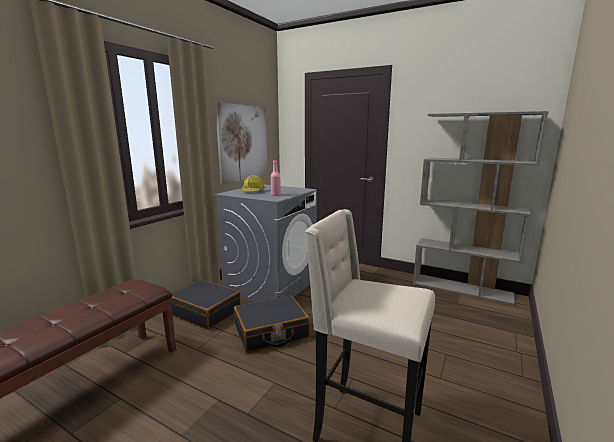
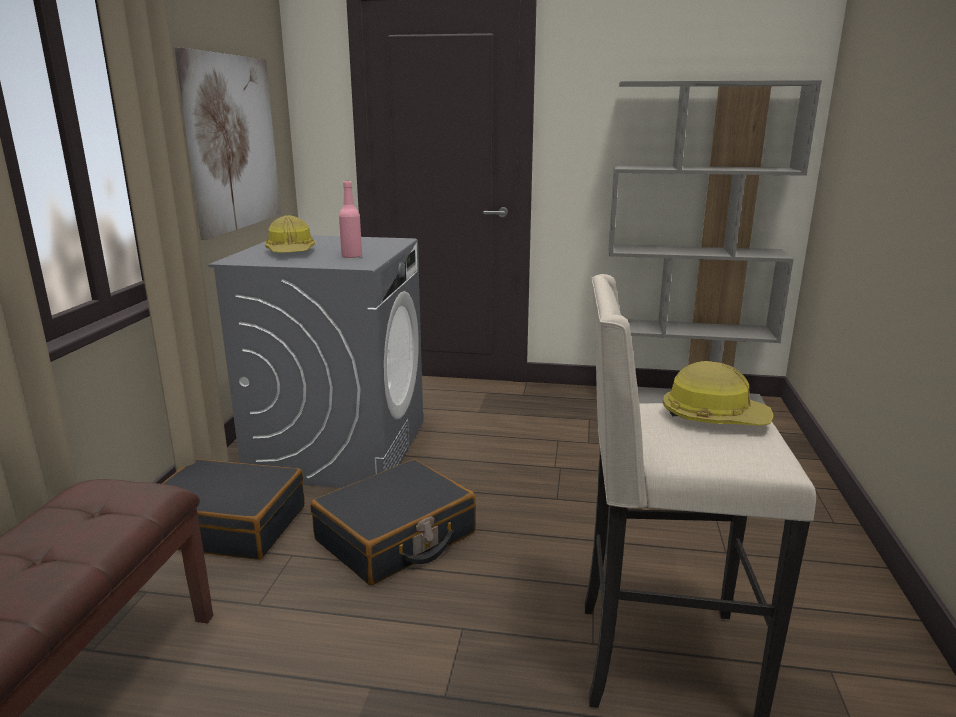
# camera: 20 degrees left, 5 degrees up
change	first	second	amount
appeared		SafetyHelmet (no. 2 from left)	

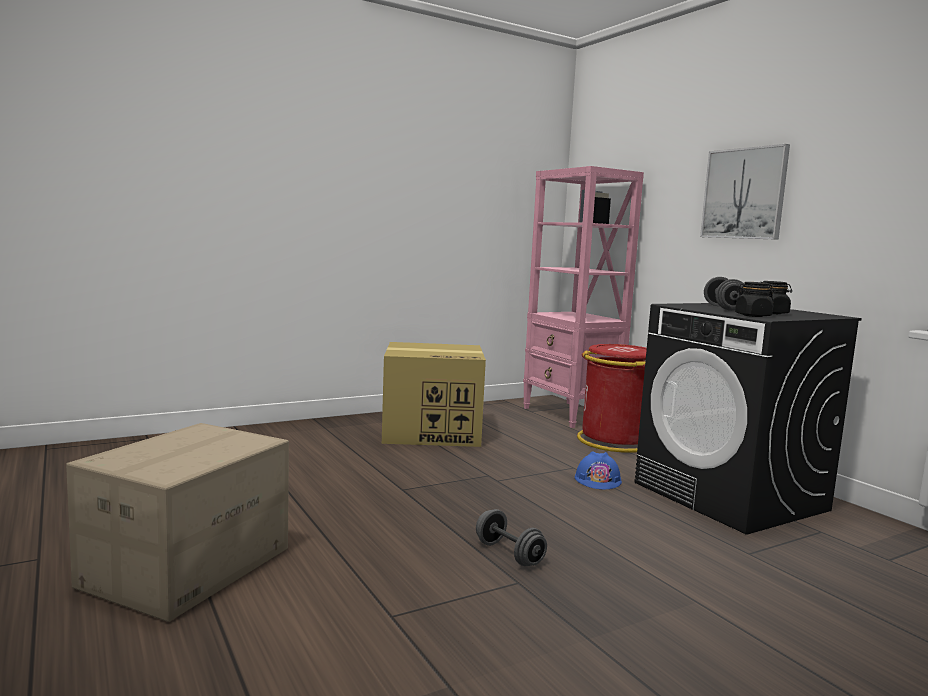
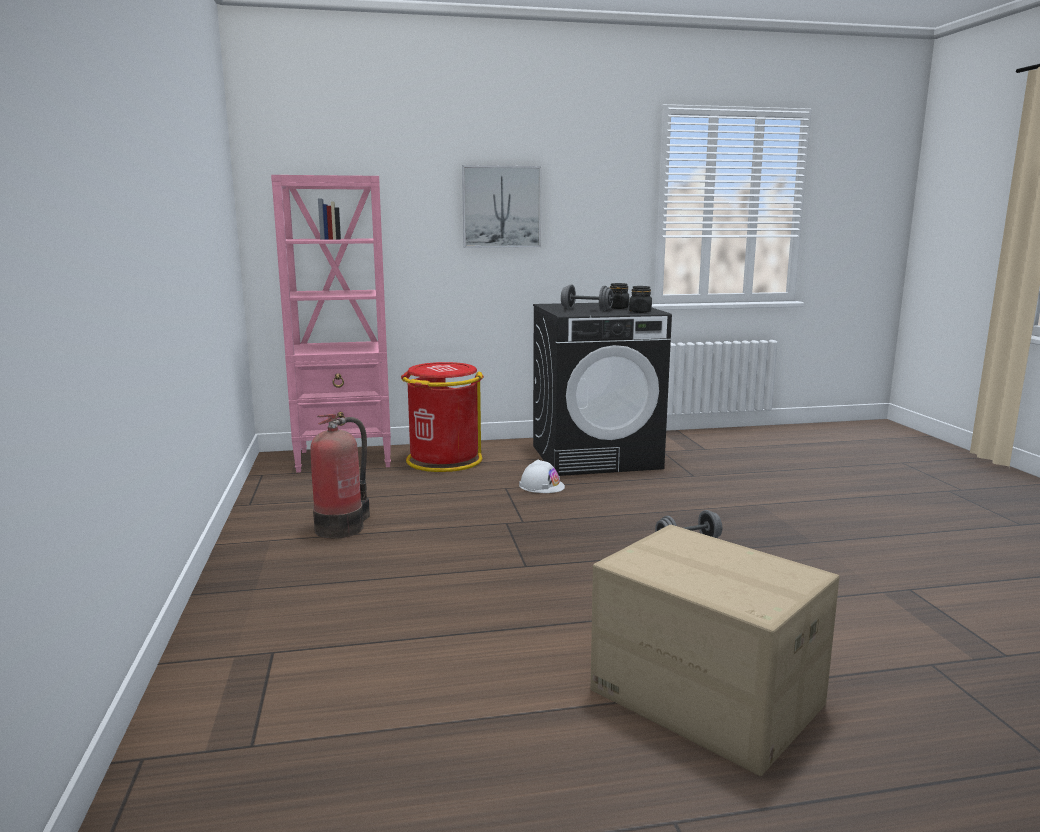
# camera: 70 degrees left, 5 degrees up
change	first	second	amount
exchanged	PackingBox (no. 2 from left)	Extinguisher	
colour	BluishSafetyHelmet	WhiteSafetyHelmet	

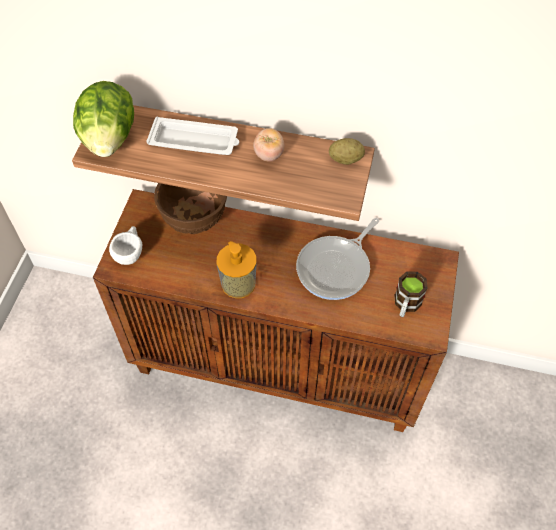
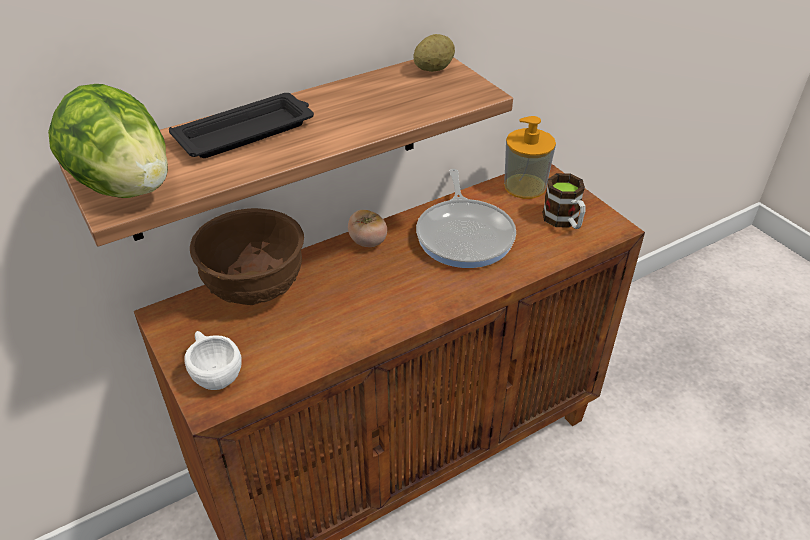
# camera: 45 degrees left, 15 degrees down
change	first	second	amount
colour	WhiteServingTray	BlackServingTray	
relocated	Tomato		
relocated	SoapBottle		

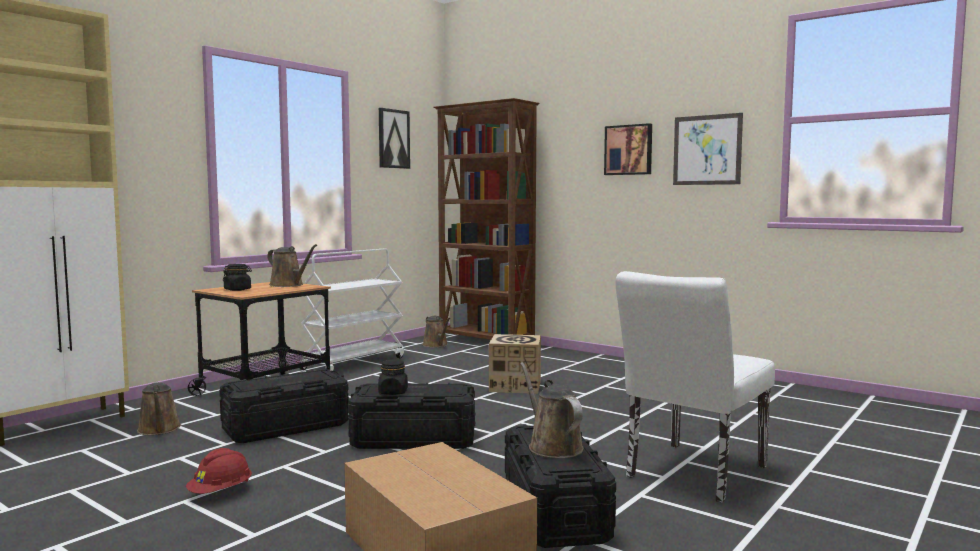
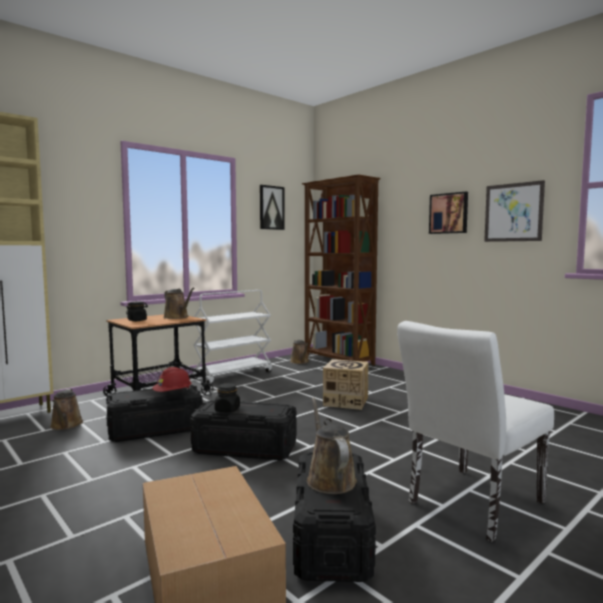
# camera: 10 degrees right, 0 degrees up
change	first	second	amount
relocated	ReddishSafetyHelmet		

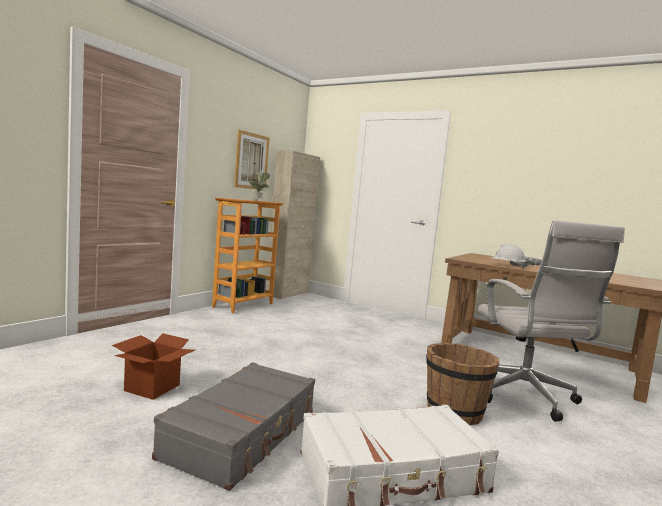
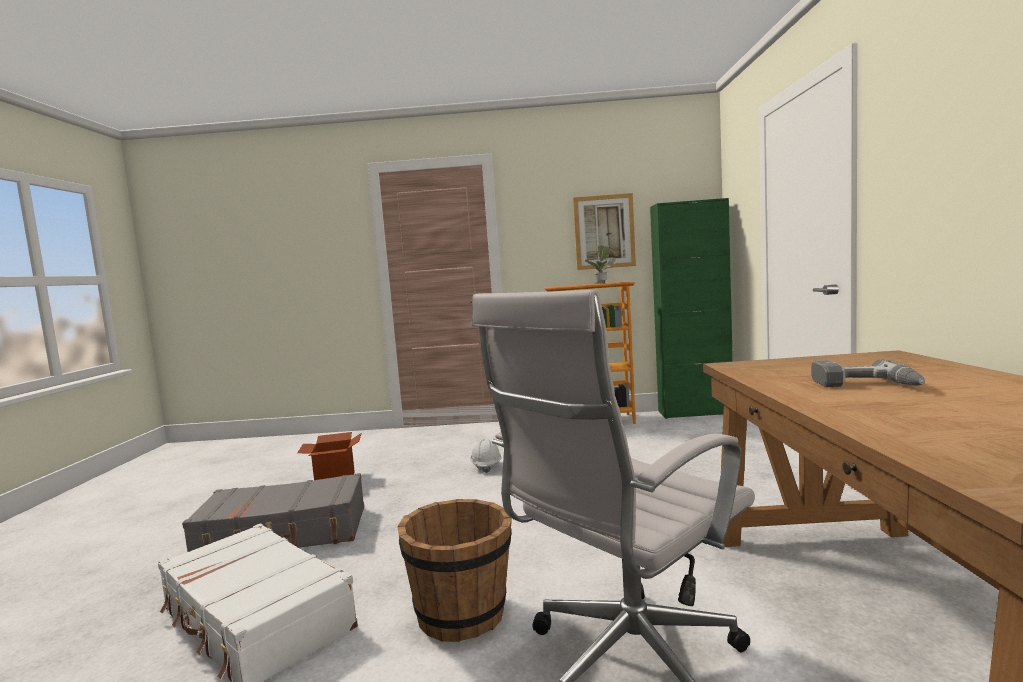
# camera: 60 degrees right, 0 degrees up
change	first	second	amount
colour	BeigeCupboard	GreenColouredCupboard	
relocated	WhiteSafetyHelmet		

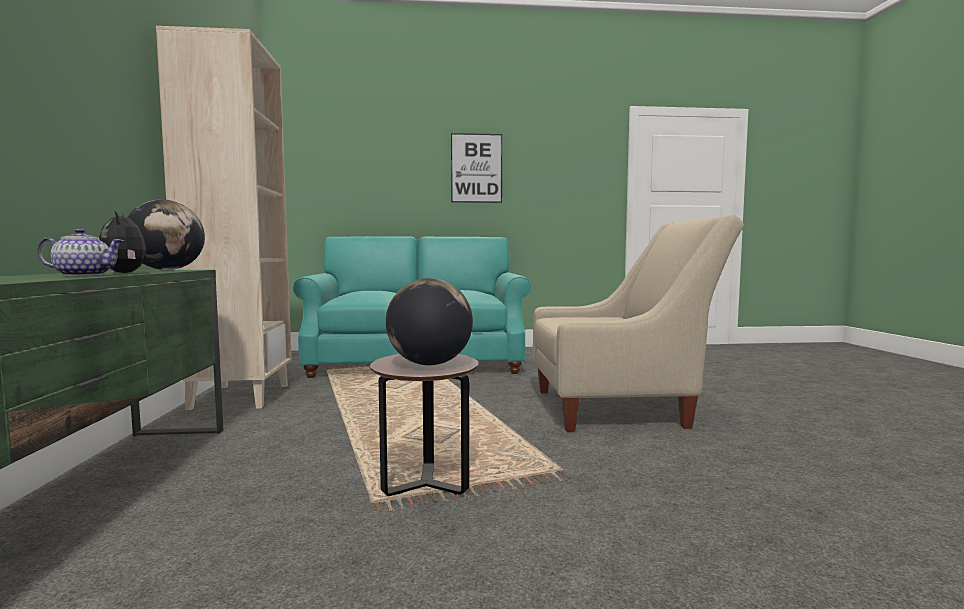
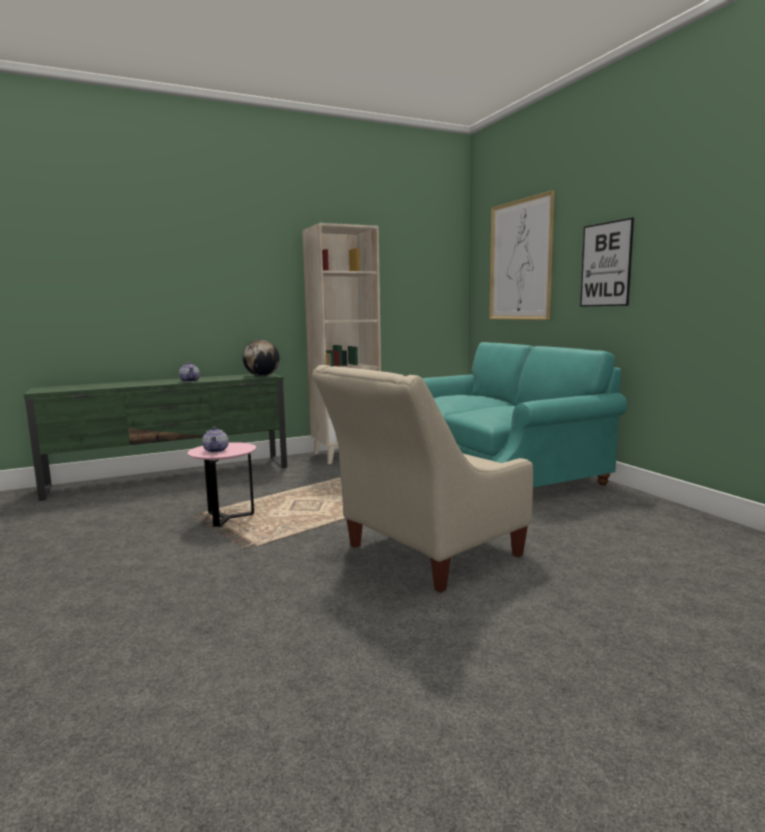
# camera: 70 degrees right, 5 degrees up
change	first	second	amount
missing	PlushToy		
spun	BeigeArmchair		75 degrees clockwise
exchanged	DeskGlobe (no. 2 from left)	PotForTea (no. 2 from left)	
colour	BrownColouredSideTable	PinkColouredSideTable	
appeared		WallPicture (no. 1 from left)	

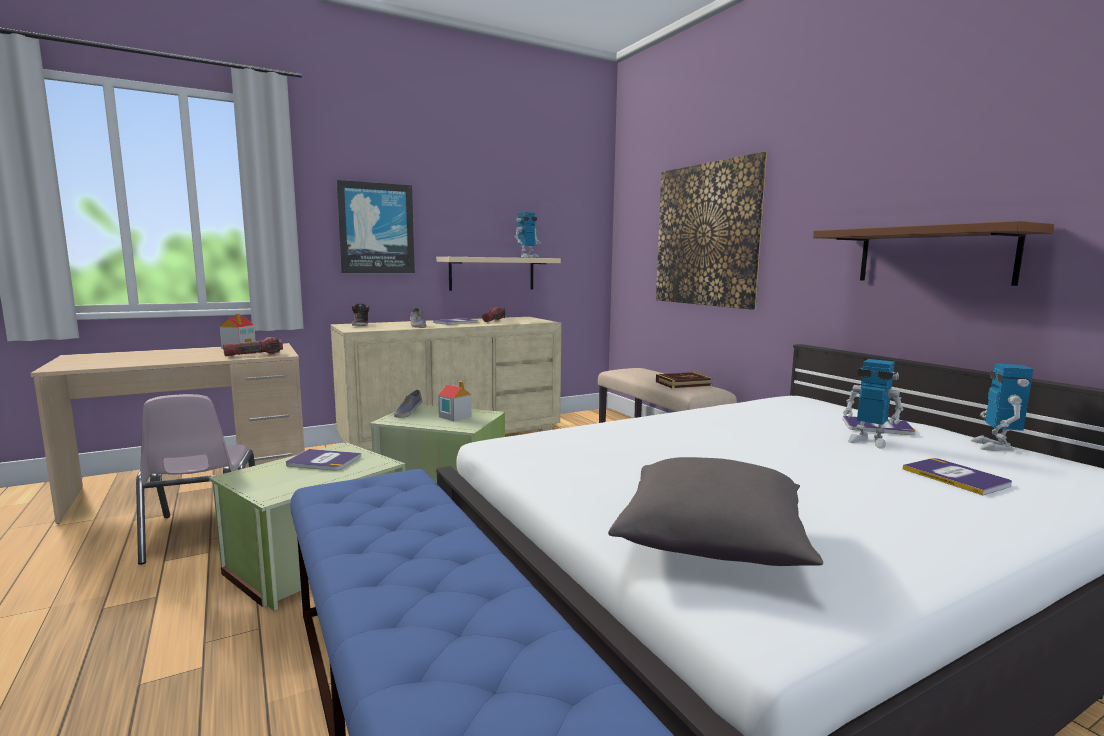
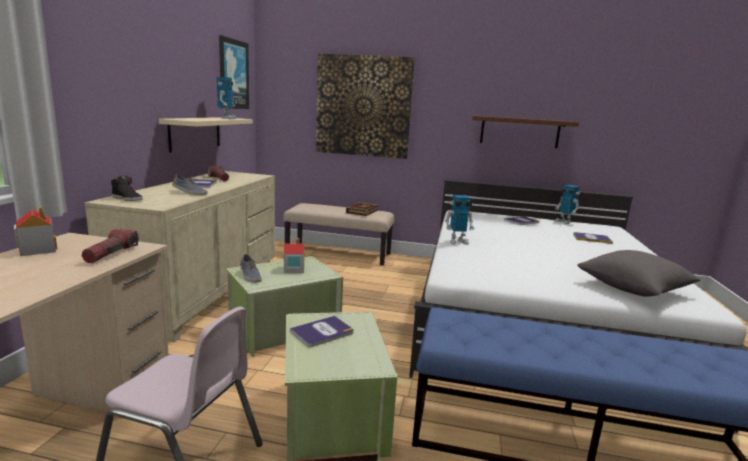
# camera: 50 degrees left, 5 degrees up
change	first	second	amount
relocated	WallPicture (no. 1 from left)		
relocated	ToyRobot (no. 2 from left)		

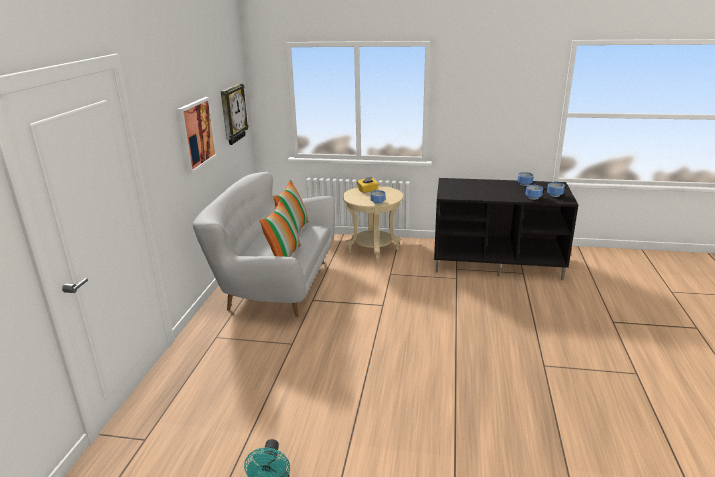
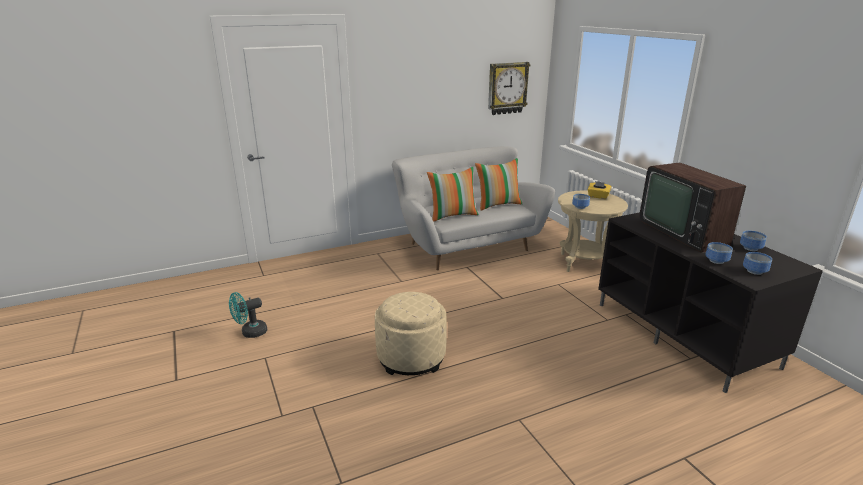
# camera: 55 degrees right, 0 degrees up
change	first	second	amount
missing	WallPicture		
appeared		Television	
appeared		BeigePouffe	

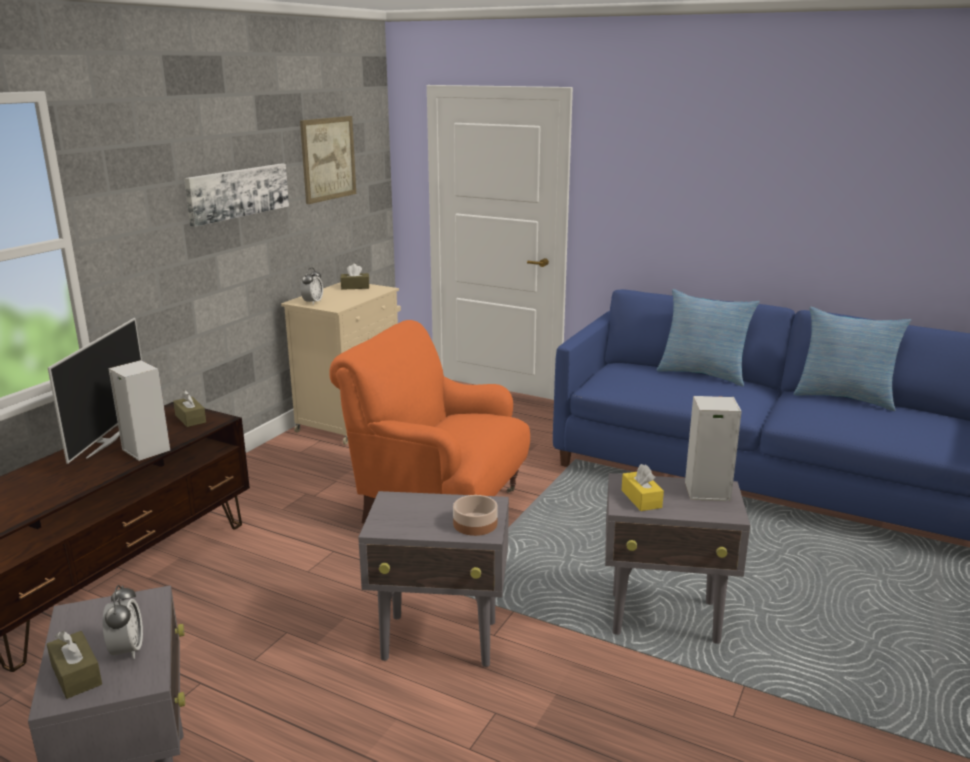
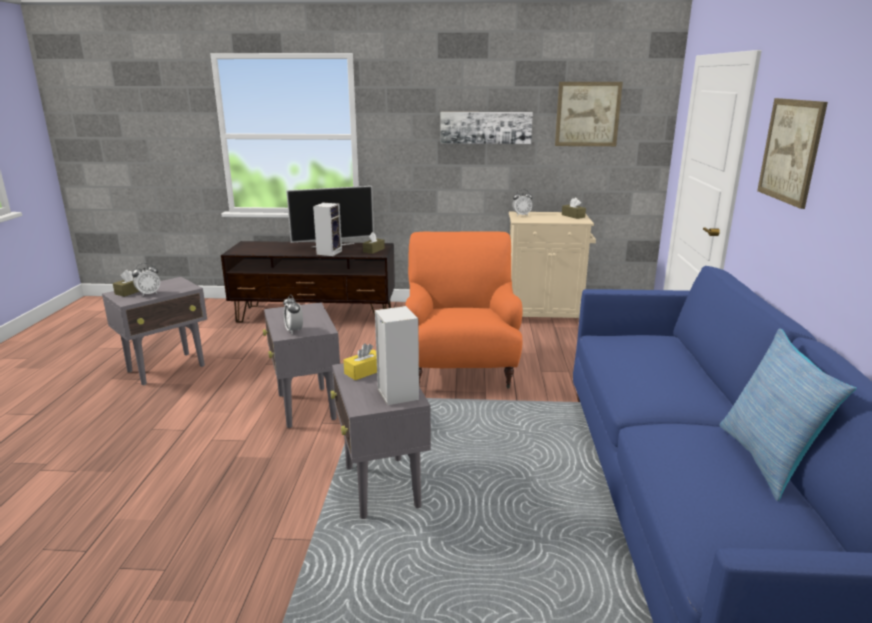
# camera: 65 degrees right, 0 degrees up
change	first	second	amount
missing	Cushion (no. 1 from left)		
exchanged	DeepDish	TableClock (no. 2 from left)	
appeared		WallPicture (no. 3 from left)	

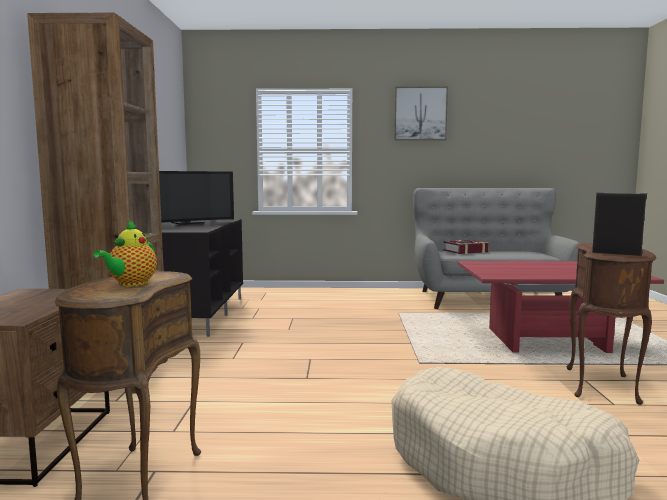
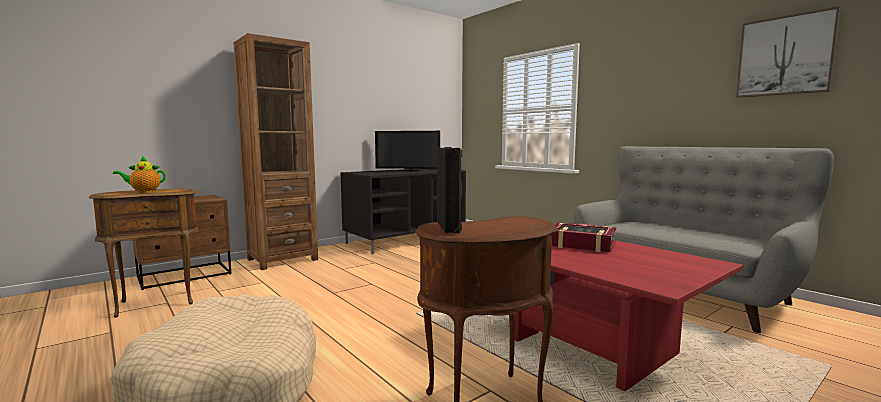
# camera: 50 degrees right, 0 degrees up
change	first	second	amount
relocated	WallPicture		
relocated	BoundBook		

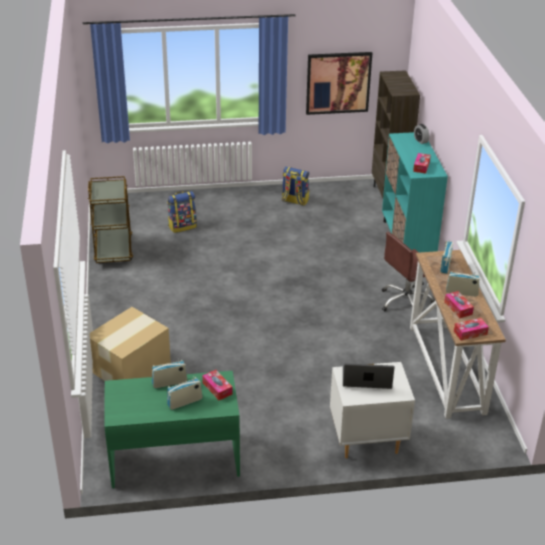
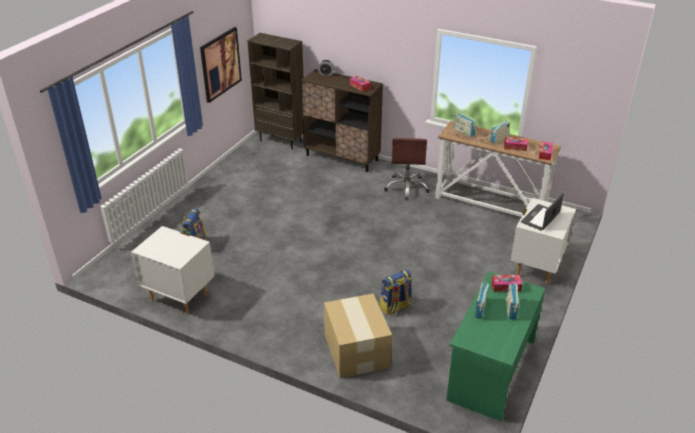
# camera: 55 degrees left, 0 degrees up
change	first	second	amount
colour	BlueGreenCupboard	BrownColouredCupboard	
relocated	Backpack (no. 2 from left)		
exchanged	BrownColouredTrolley	WhiteNightstand (no. 1 from left)	

